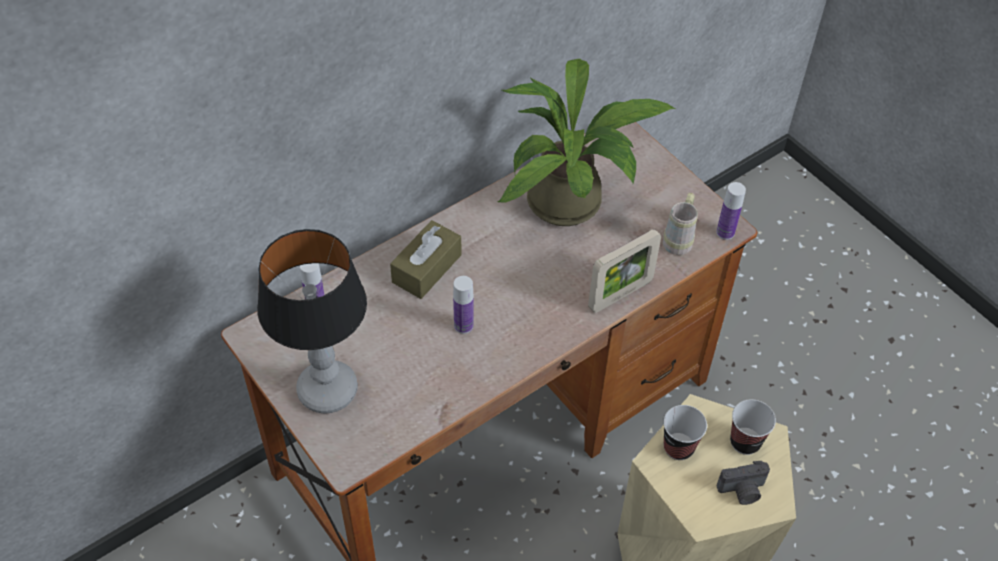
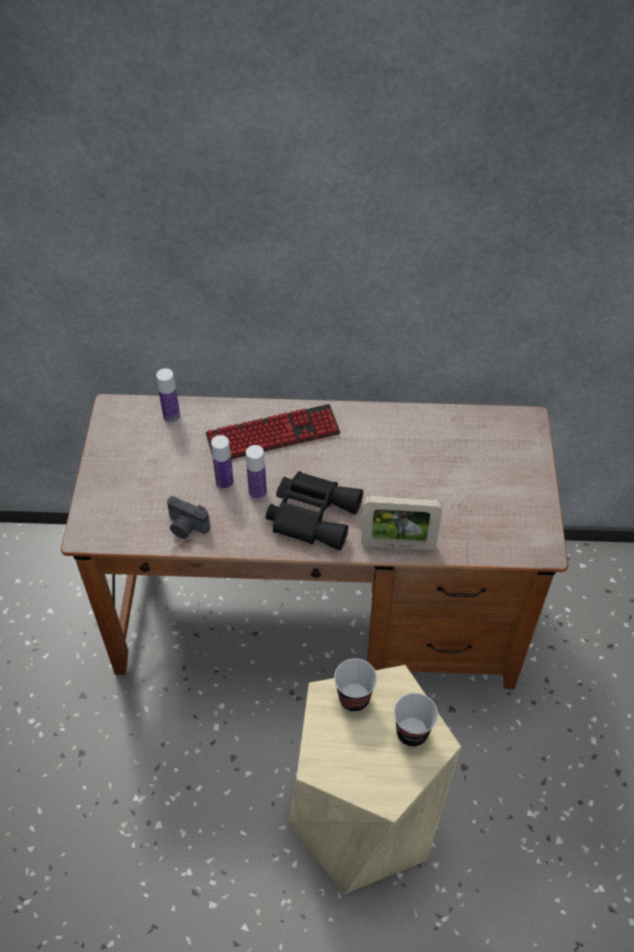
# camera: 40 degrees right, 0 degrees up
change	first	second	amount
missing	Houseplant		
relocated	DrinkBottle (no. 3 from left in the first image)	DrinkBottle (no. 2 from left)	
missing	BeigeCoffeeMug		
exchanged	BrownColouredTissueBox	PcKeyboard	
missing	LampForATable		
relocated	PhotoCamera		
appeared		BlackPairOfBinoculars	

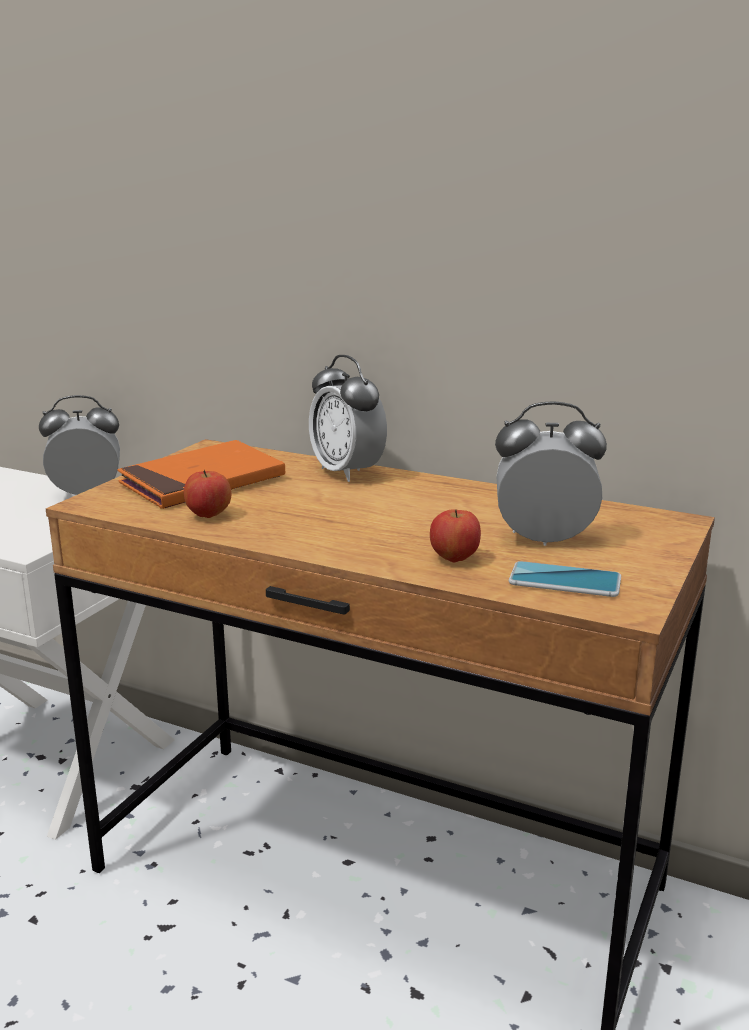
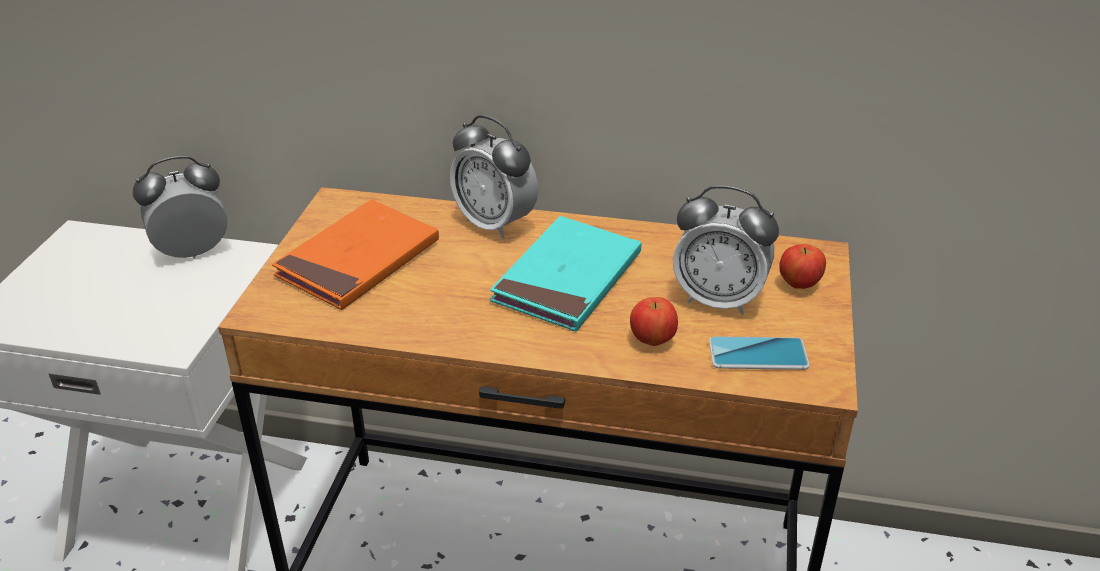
# camera: 15 degrees left, 15 degrees up
change	first	second	amount
spun	TableClock (no. 3 from left)		150 degrees counterclockwise
relocated	AppleFruit (no. 1 from left in the first image)	AppleFruit (no. 2 from left)	
appeared		BlueGreenBoundBook	

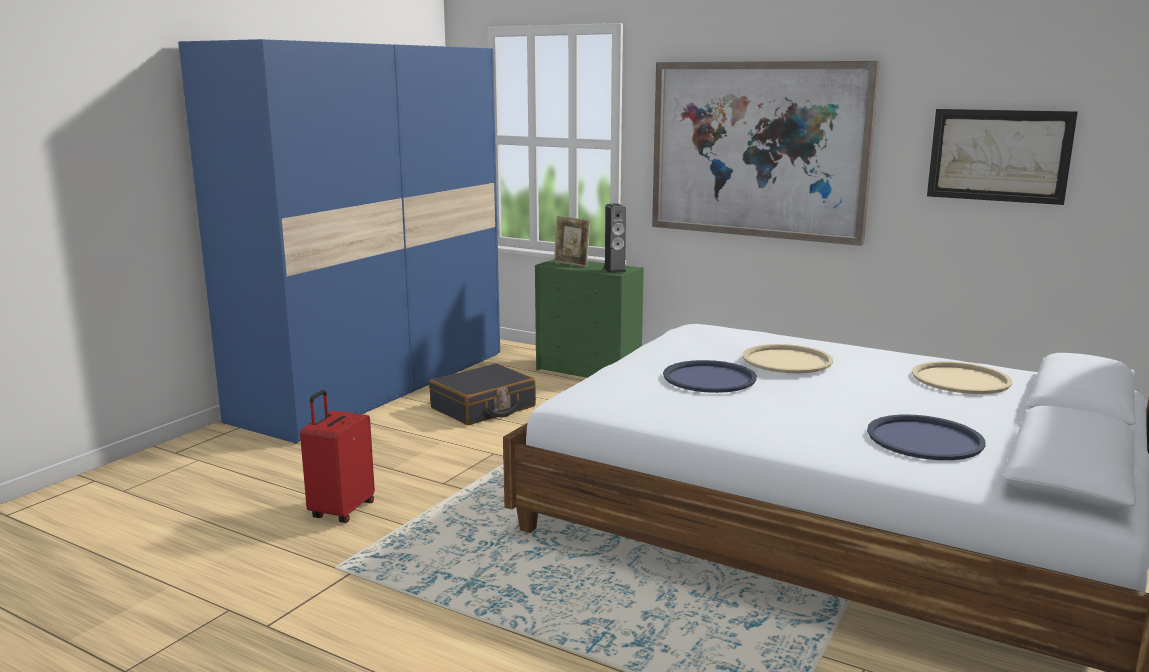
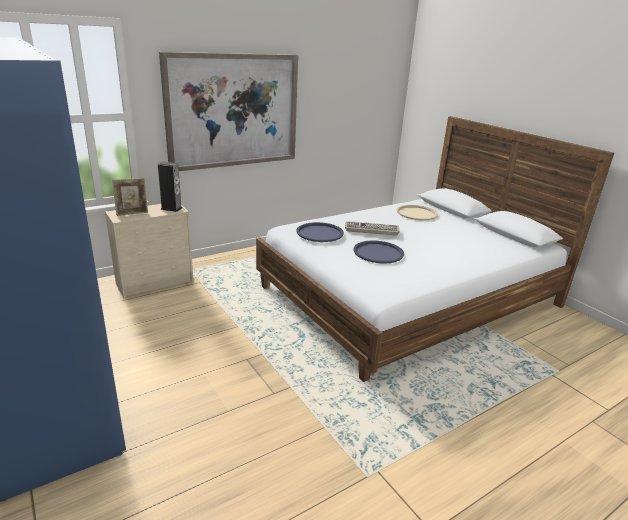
# camera: 65 degrees left, 10 degrees up
change	first	second	amount
missing	WallPicture (no. 2 from left)		
colour	GreenColouredDrawerChest	BeigeDrawerChest	
exchanged	BeigeServingTray (no. 1 from left)	PcKeyboard	
missing	BlackPieceOfLuggage		
missing	ReddishPieceOfLuggage		
relocated	BluishServingTray (no. 2 from left in the first image)	BluishServingTray (no. 1 from left)	

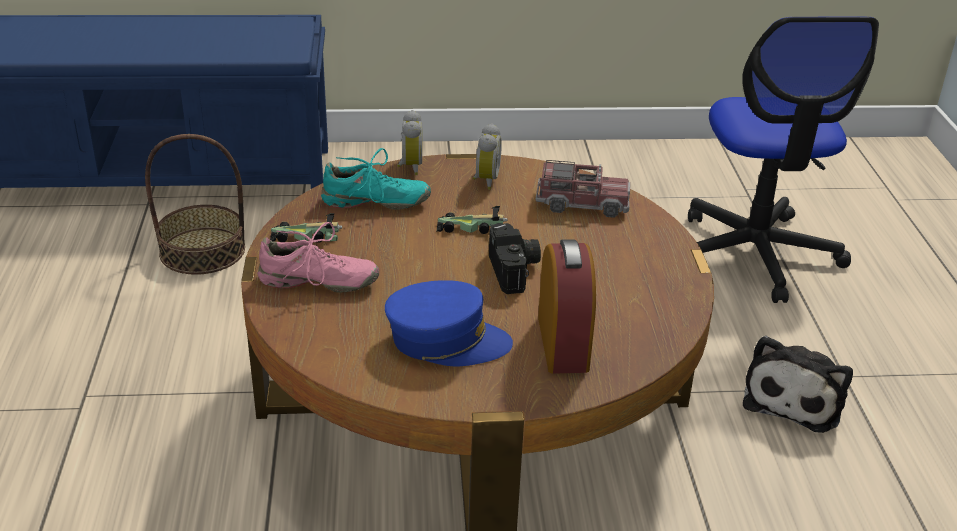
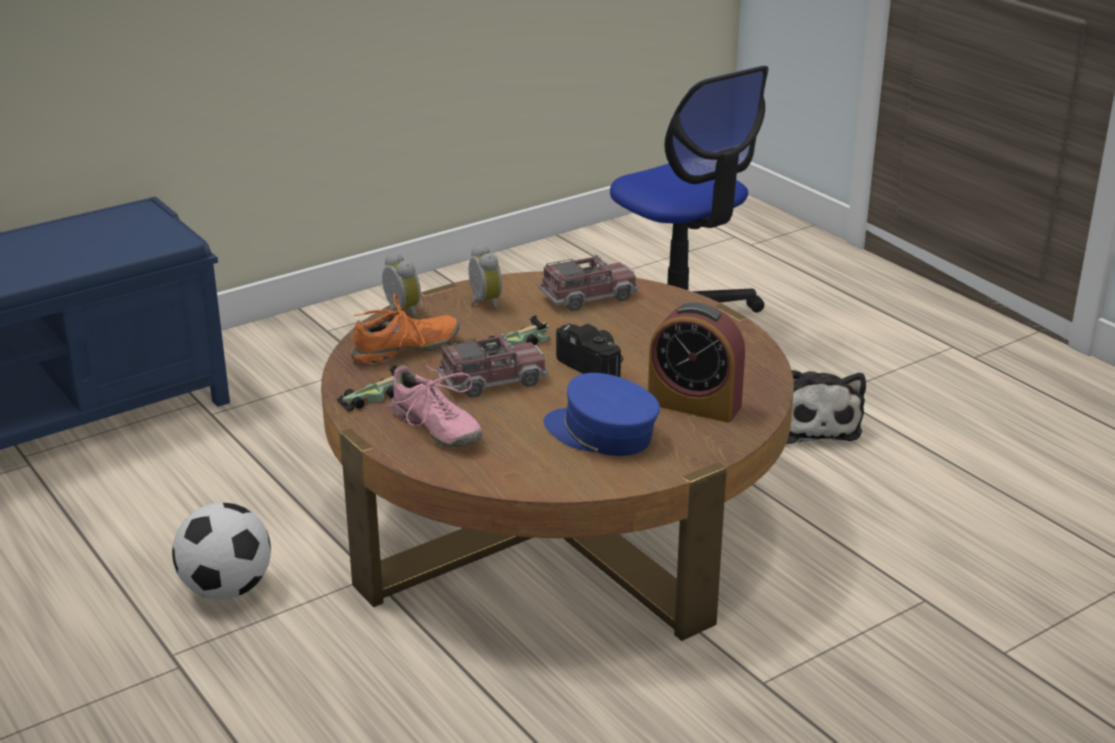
# camera: 30 degrees left, 5 degrees down
change	first	second	amount
missing	StorageBasket		
colour	BlueGreenShoe	OrangeColouredShoe	
spun	PinkColouredShoe		75 degrees clockwise
spun	TableClock (no. 3 from left)		150 degrees clockwise
spun	BluishCap		120 degrees counterclockwise
appeared		ToyLorry (no. 1 from left)	
appeared		BallForFootball	

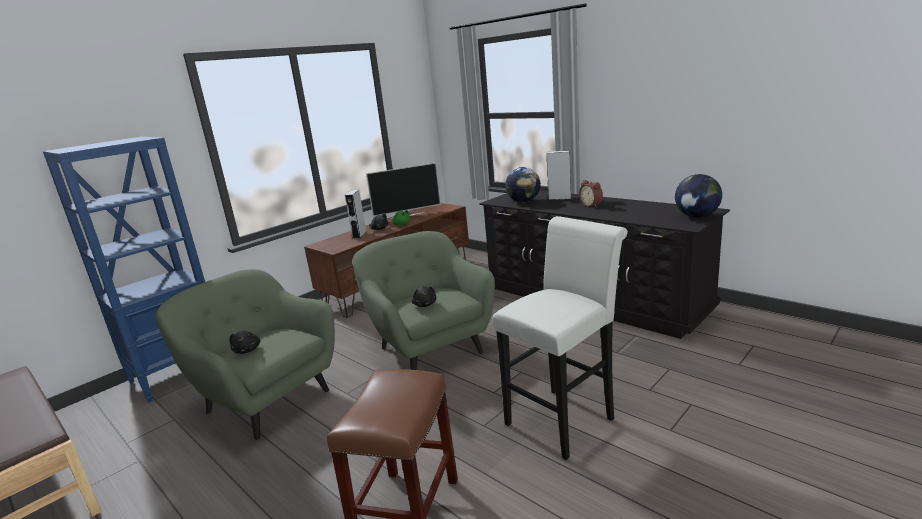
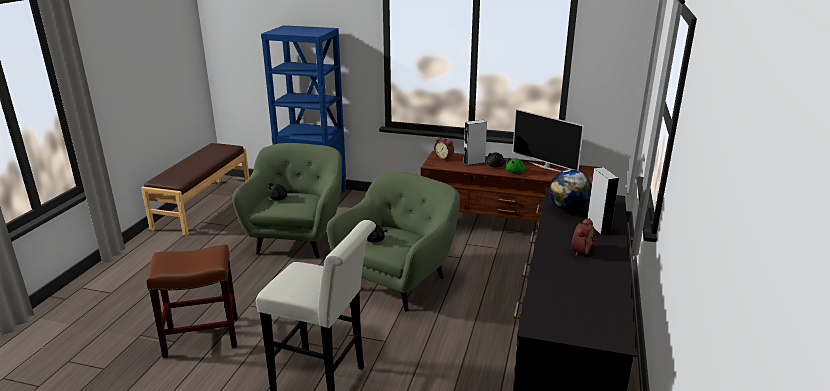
# camera: 60 degrees right, 5 degrees up
change	first	second	amount
missing	DeskGlobe (no. 2 from left)		
appeared		TableClock (no. 1 from left)	

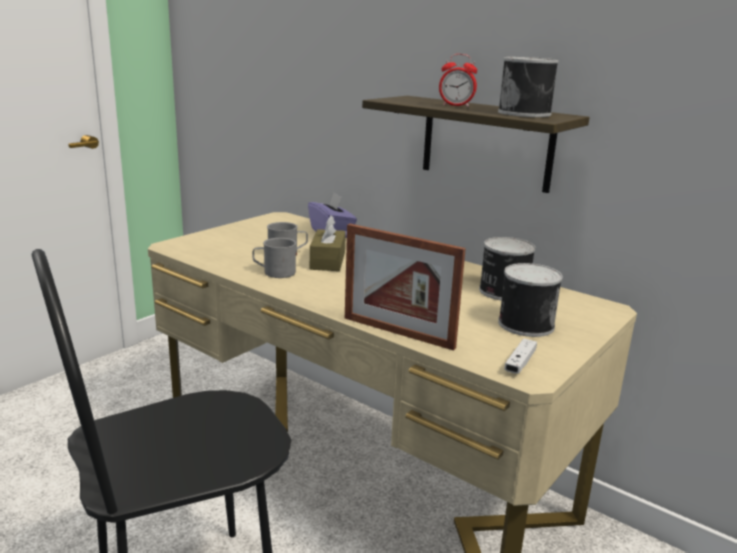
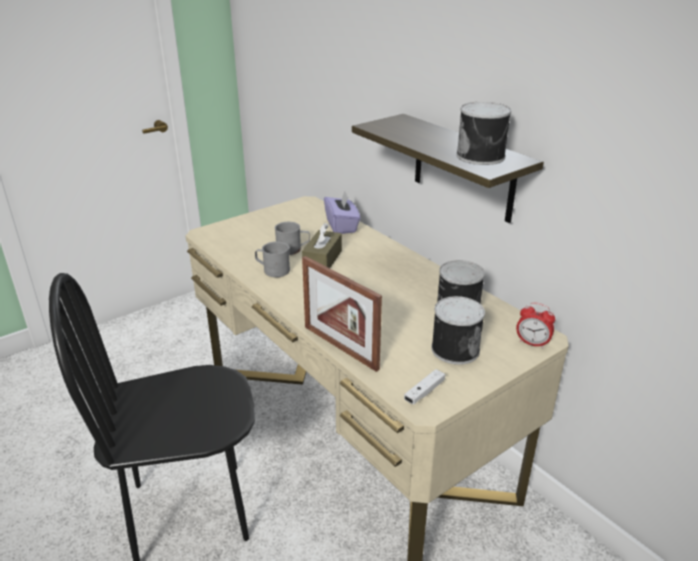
# camera: 15 degrees right, 10 degrees up
change	first	second	amount
relocated	TableClock		

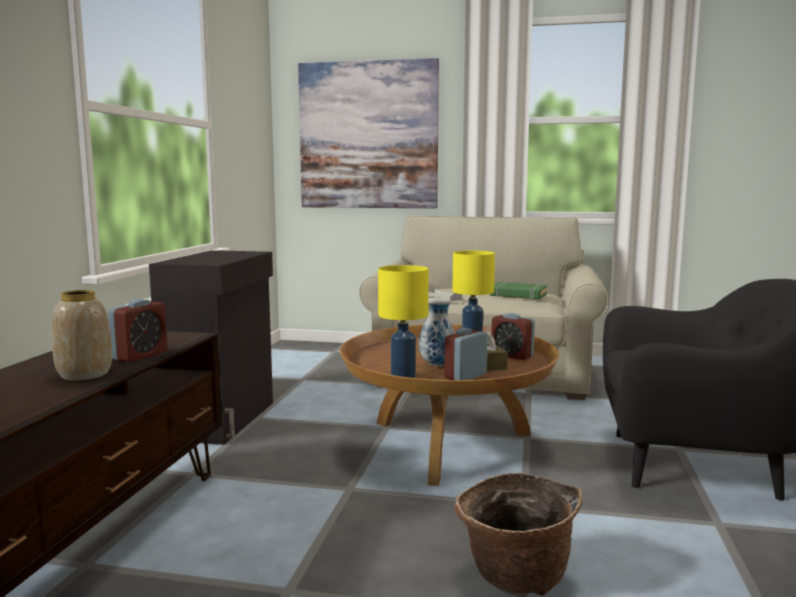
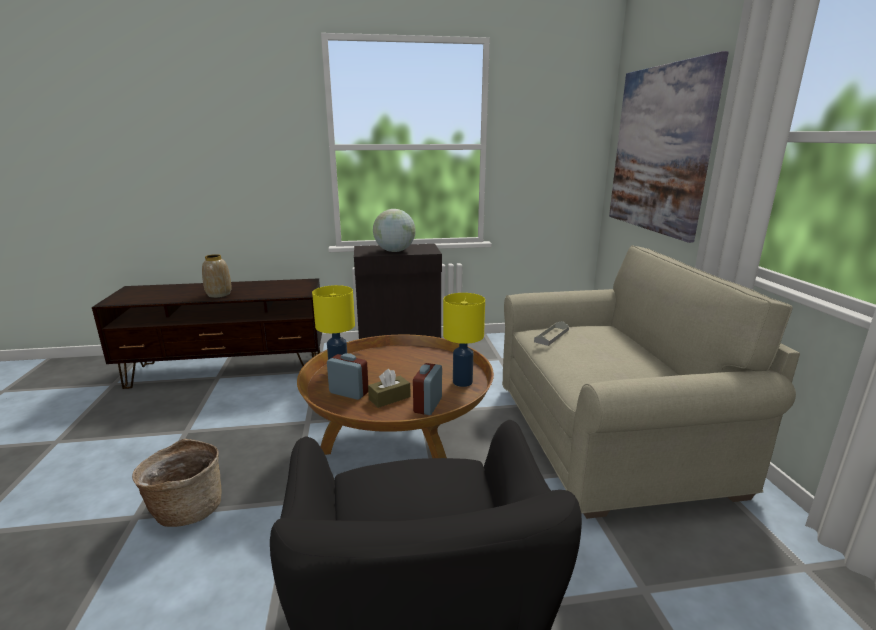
# camera: 70 degrees right, 10 degrees up
change	first	second	amount
missing	GreenColouredBoundBook		
missing	FlowerVase (no. 2 from left)		
missing	TableClock (no. 1 from left)		
appeared		DeskGlobe	

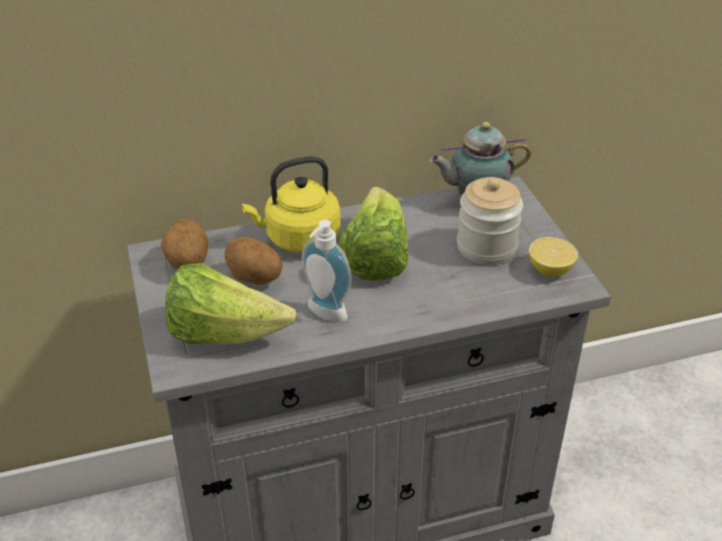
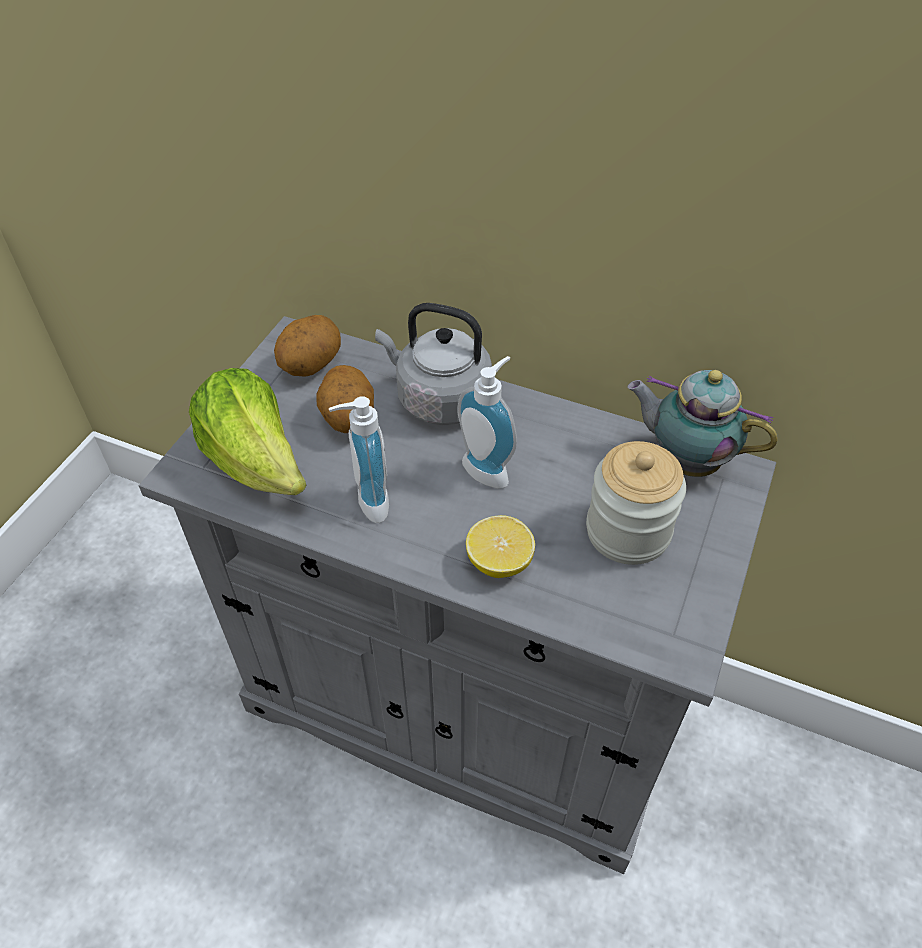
# camera: 40 degrees right, 10 degrees up
change	first	second	amount
colour	YellowColouredTeaKettle	GreyishTeaKettle	
exchanged	Lettuce (no. 2 from left)	SoapBottle (no. 2 from left)	
relocated	Lemon		

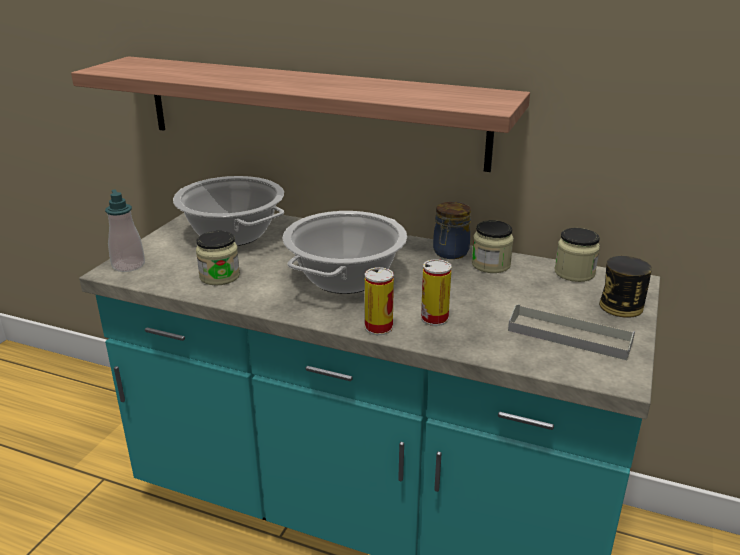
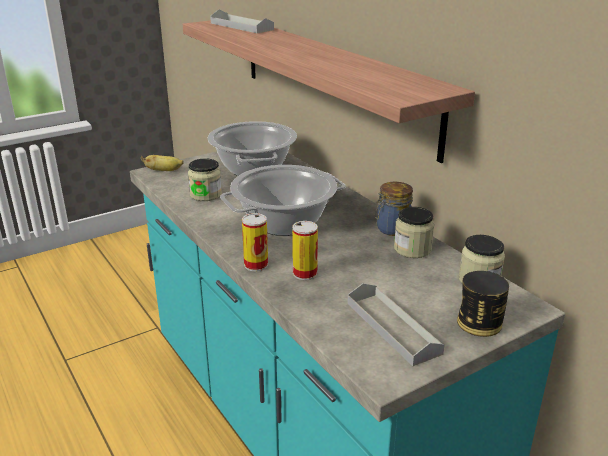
# camera: 35 degrees right, 0 degrees up
change	first	second	amount
exchanged	SoapBottle	Banana	
appeared		GreyishServingTray (no. 1 from left)	

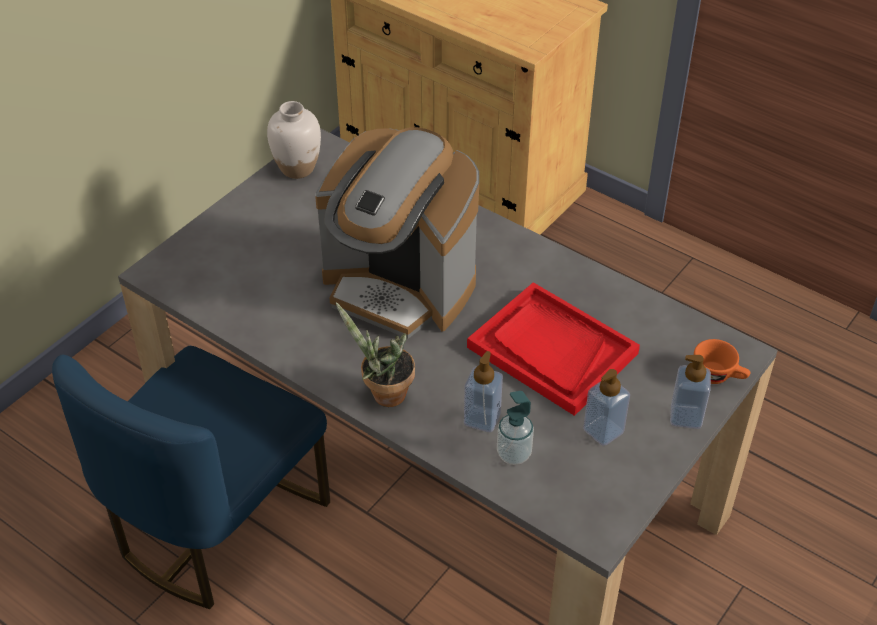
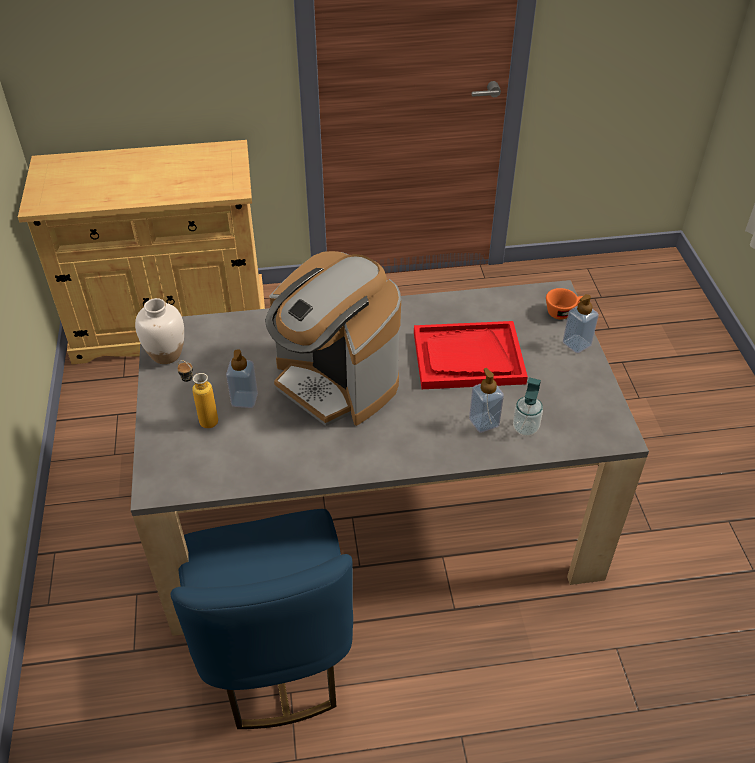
# camera: 45 degrees left, 0 degrees up
change	first	second	amount
spun	CoffeeMachine		60 degrees clockwise
missing	Houseplant		
relocated	SoapBottle (no. 3 from left in the first image)	SoapBottle (no. 1 from left)	
appeared		DrinkBottle	

